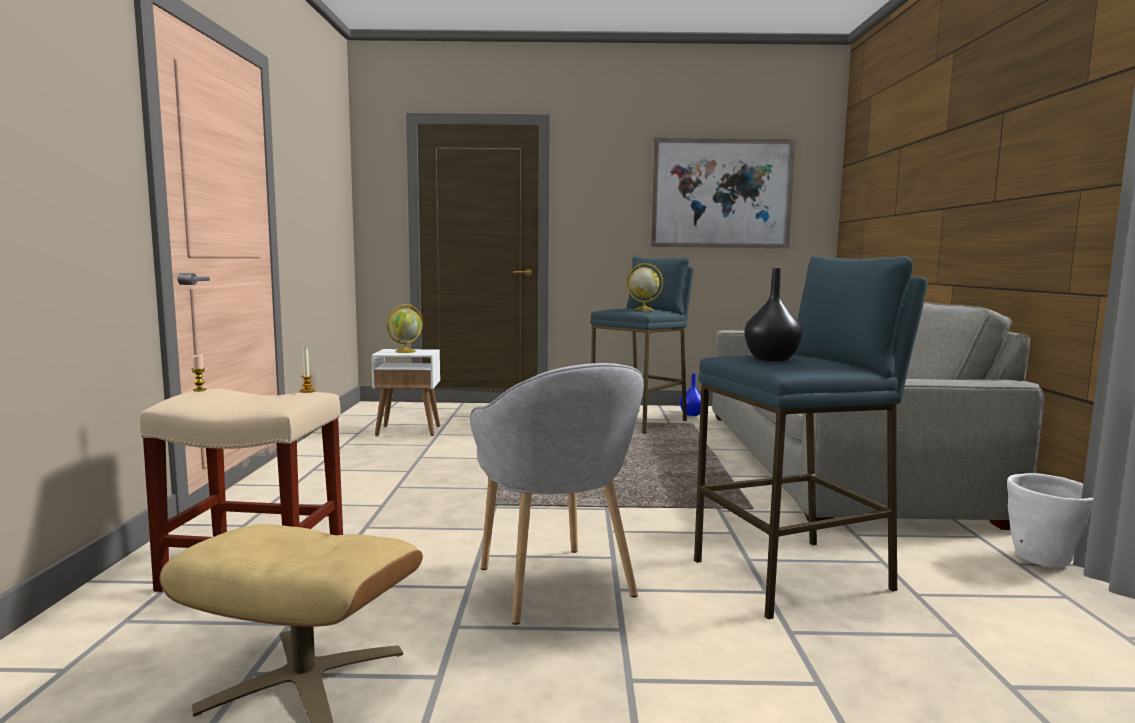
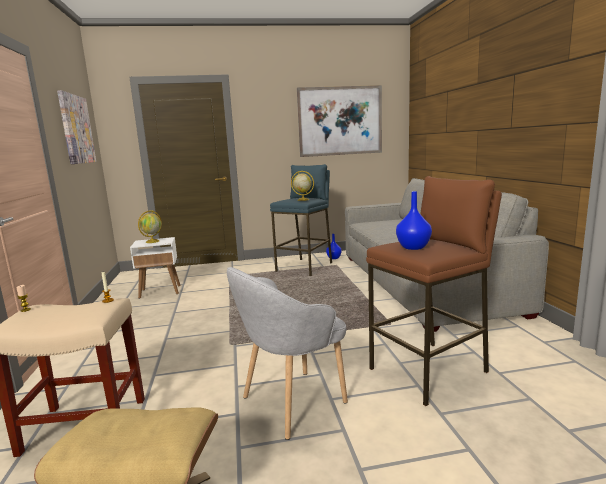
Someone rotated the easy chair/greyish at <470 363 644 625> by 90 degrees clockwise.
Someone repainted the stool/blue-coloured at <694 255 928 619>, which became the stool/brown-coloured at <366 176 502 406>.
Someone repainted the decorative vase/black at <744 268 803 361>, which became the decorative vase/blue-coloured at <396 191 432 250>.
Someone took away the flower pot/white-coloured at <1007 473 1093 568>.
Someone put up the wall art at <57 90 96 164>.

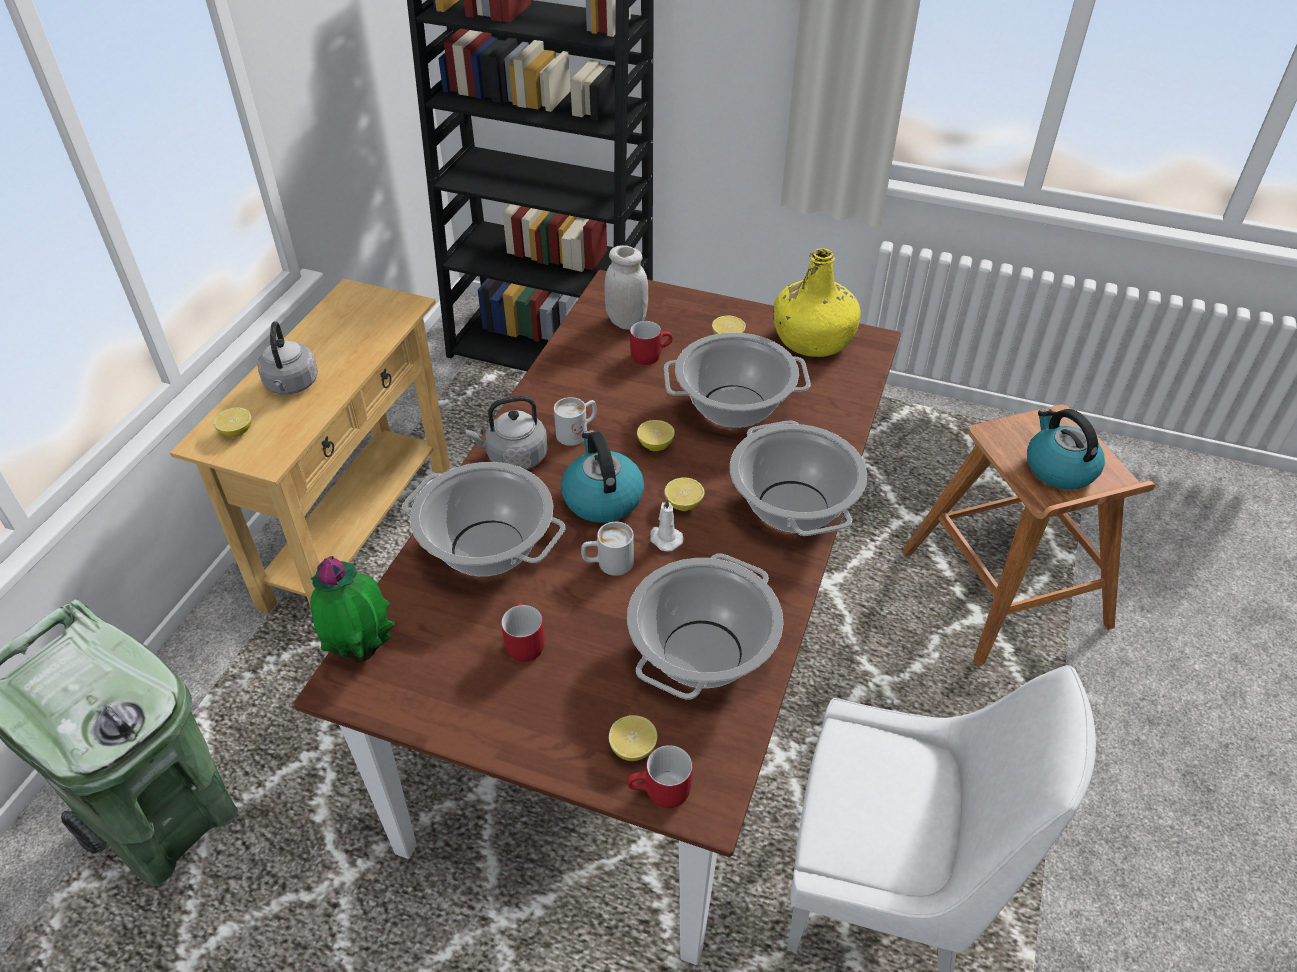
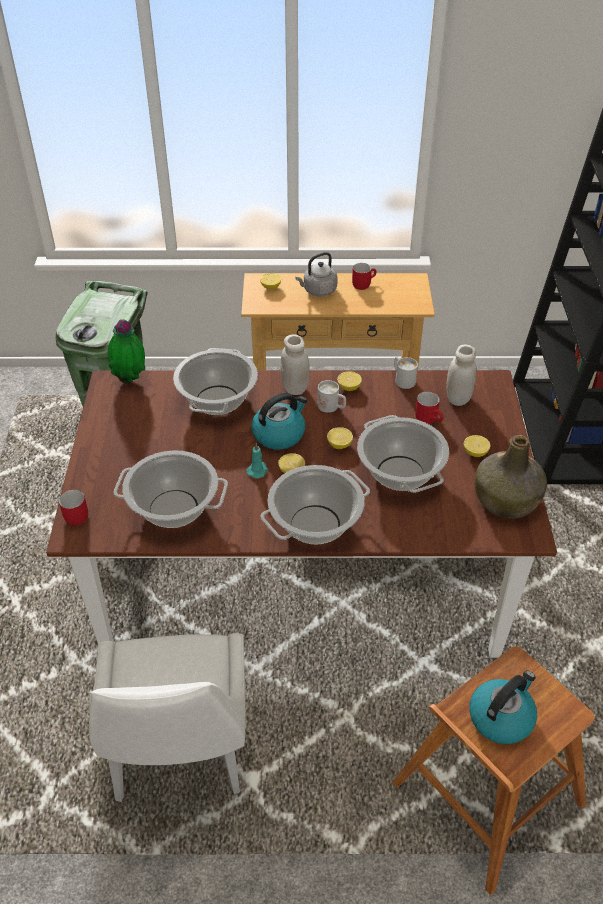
Someone swapped the tea kettle/greyish at <465 396 548 470> for the storage jar/white-coloured at <280 334 310 395>.
Someone carried the coffee mug/reddish from <501 603 545 662> to <352 263 376 290>.
Someone carried the coffee mug/white-coloured from <581 522 634 576> to <394 357 418 389>.
Someone carried the citrus fruit from <609 715 657 761> to <337 371 362 391>.
Someone repainted the wax candle/white-coloured at <650 498 684 551>, which became the wax candle/blue-green at <246 443 268 479>.
Someone repainted the bottle/yellow at <773 248 861 357>, which became the bottle/greenish at <475 435 547 519>.

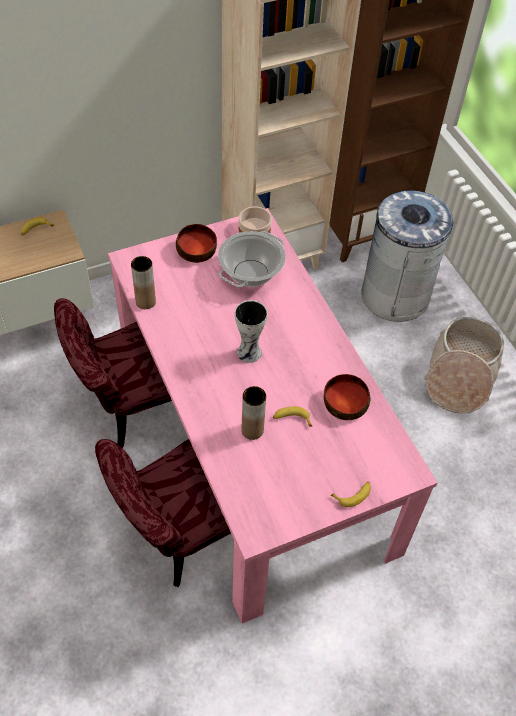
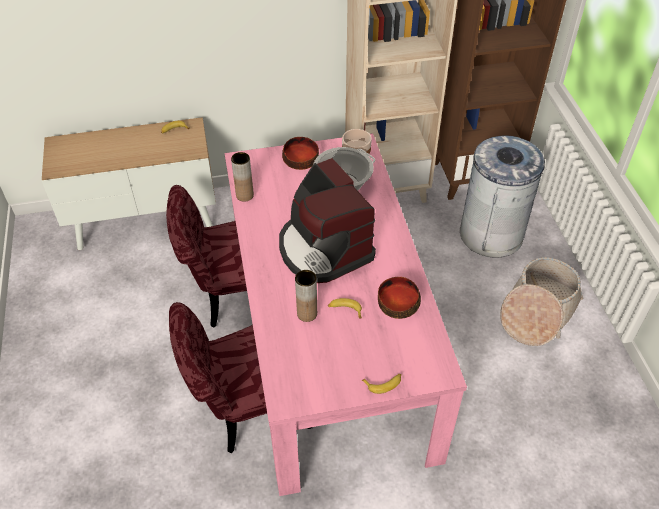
Someone swapped the decorative vase at <235 300 268 363> for the coffee brewer at <279 158 376 283>.

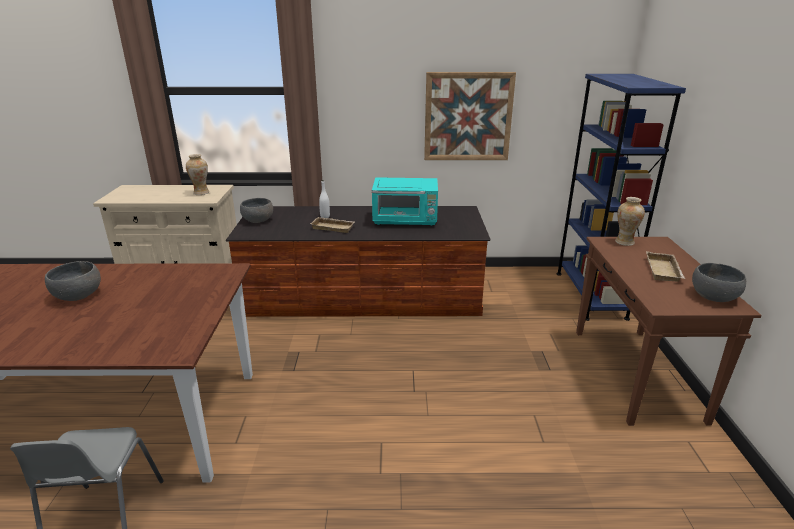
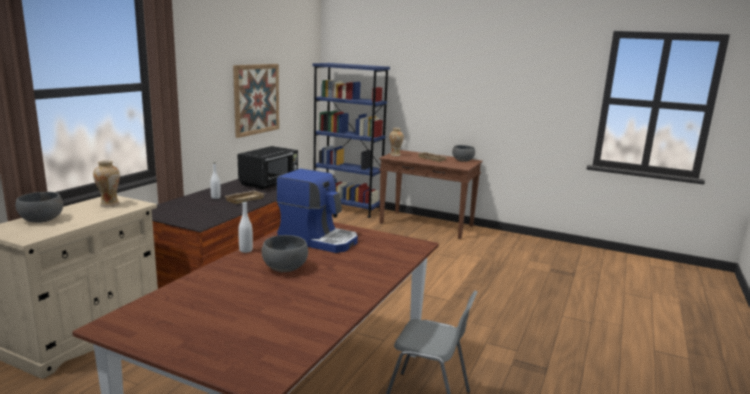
Someone carried the bowl/greyish from <240 198 273 223> to <15 192 63 223>.
Someone repainted the microwave oven/blue-green at <372 177 438 226>, which became the microwave oven/black at <237 146 298 190>.
Someone put down the bottle/white-coloured at <238 200 253 253>.
Someone put down the coffee brewer at <277 169 358 253>.

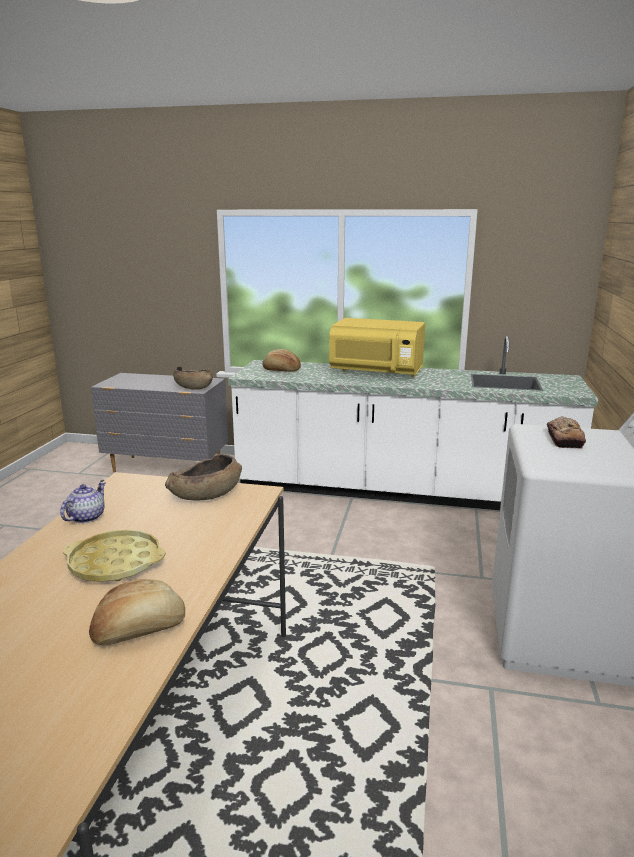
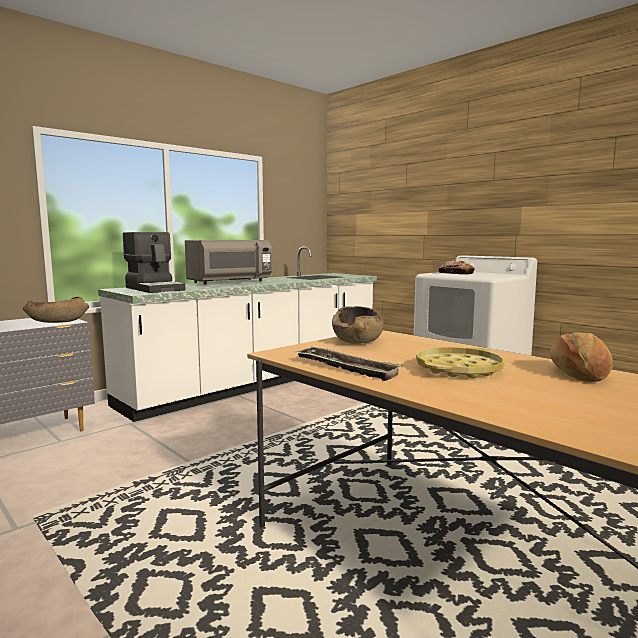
Someone swapped the teapot at <60 482 106 523> for the serving tray at <294 347 403 381>.
Someone swapped the bakery bread at <262 349 301 372> for the coffee brewer at <123 232 185 293>.
Someone repainted the microwave oven/yellow at <329 318 425 377>, which became the microwave oven/greyish at <185 240 272 285>.

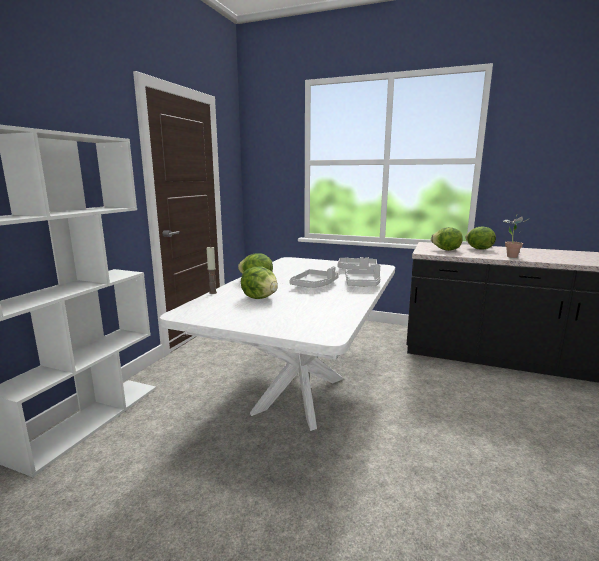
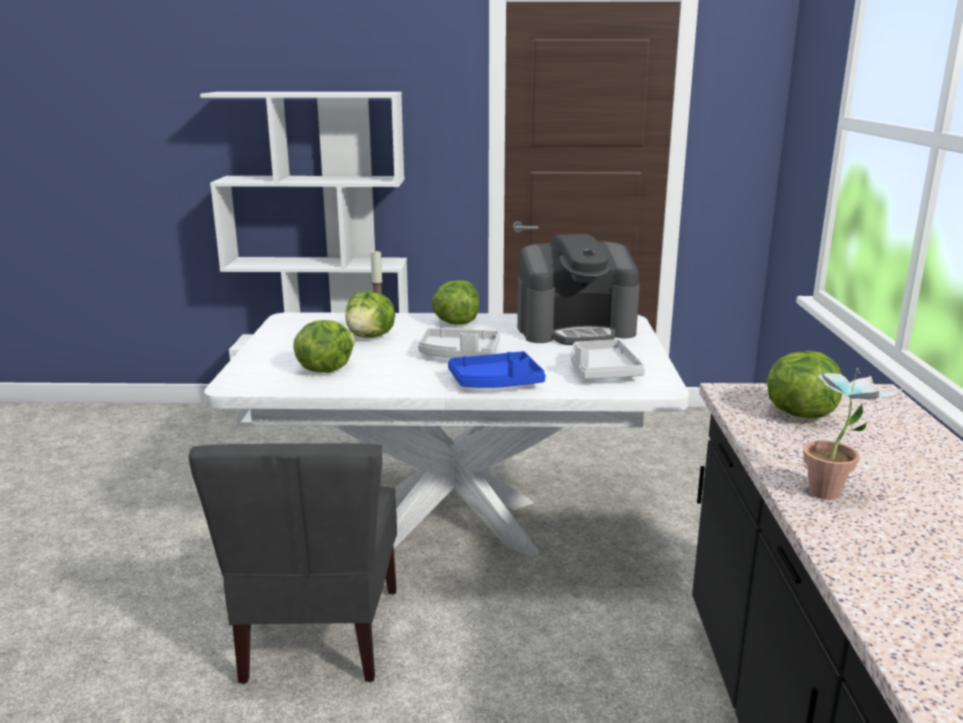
Someone repainted the serving tray/greyish at <345 264 381 287>, which became the serving tray/blue-coloured at <448 351 546 388>.
Someone carried the lettuce head from <465 227 496 250> to <293 320 355 373>.
Someone put down the upright chair/greyish at <188 443 397 684>.
Someone put down the coffee brewer at <517 234 640 345>.

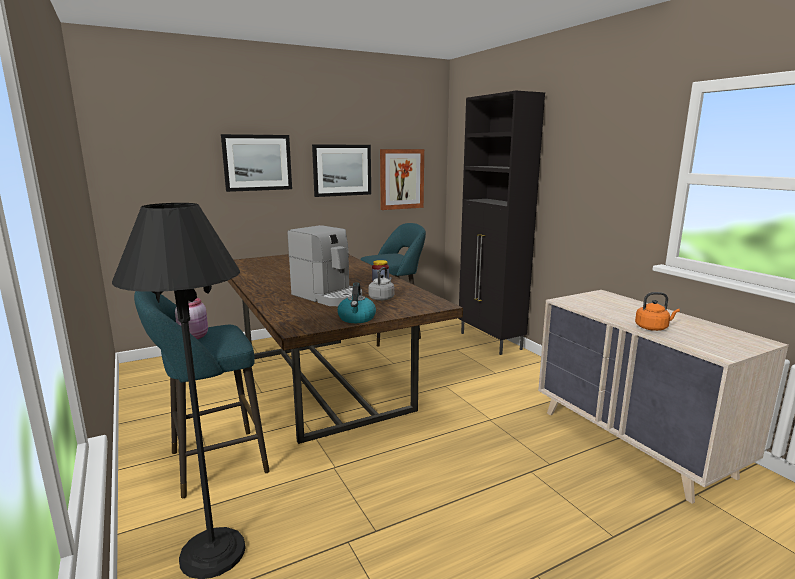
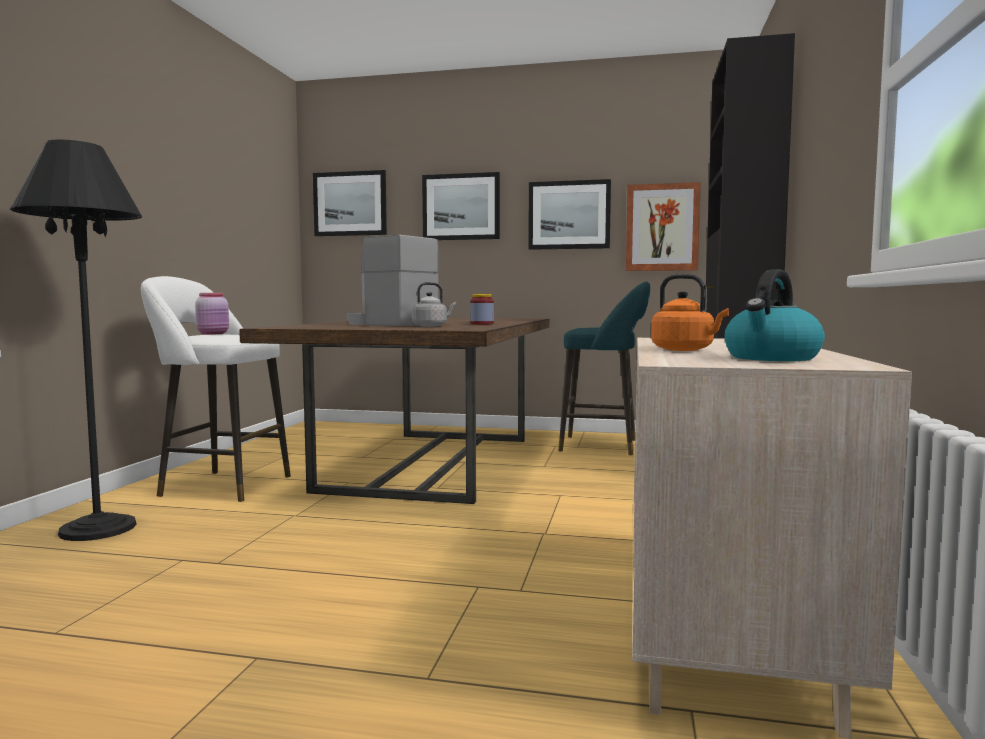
Someone repainted the stool/blue-green at <134 291 270 498>, which became the stool/white-coloured at <141 276 291 502>.
Someone rotated the coffee brewer at <288 225 362 306> by 135 degrees clockwise.
Someone carried the tea kettle from <338 283 376 323> to <724 269 825 361>.
Someone put up the wall art at <313 170 387 236>.

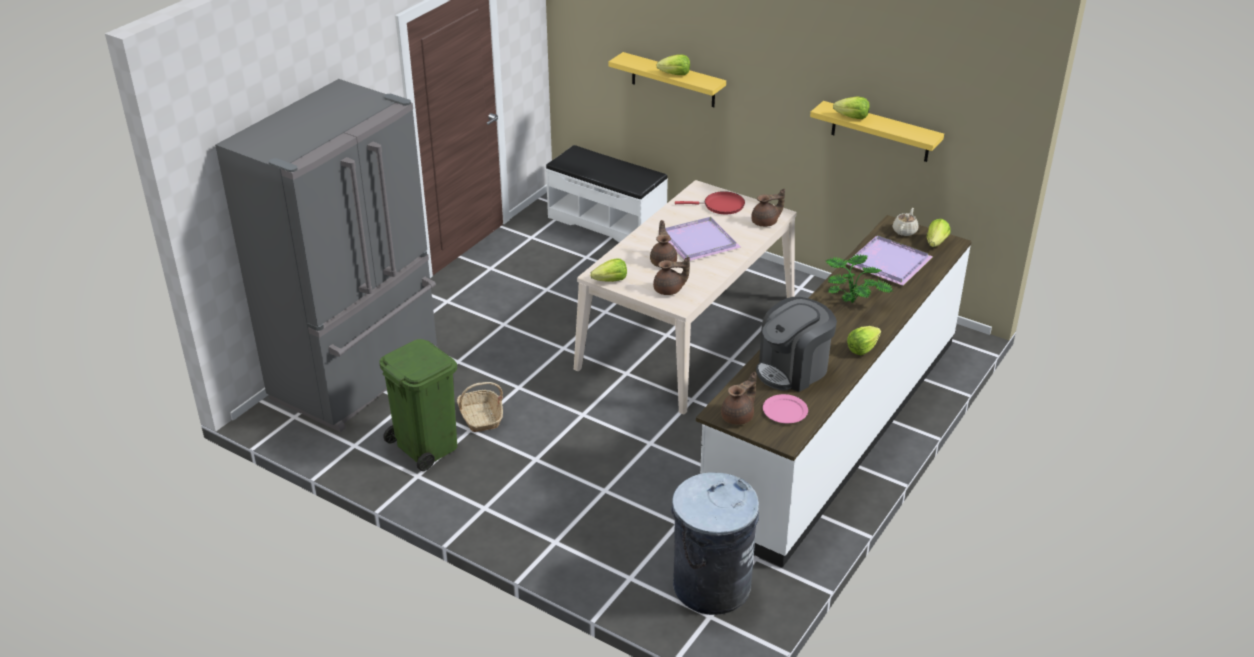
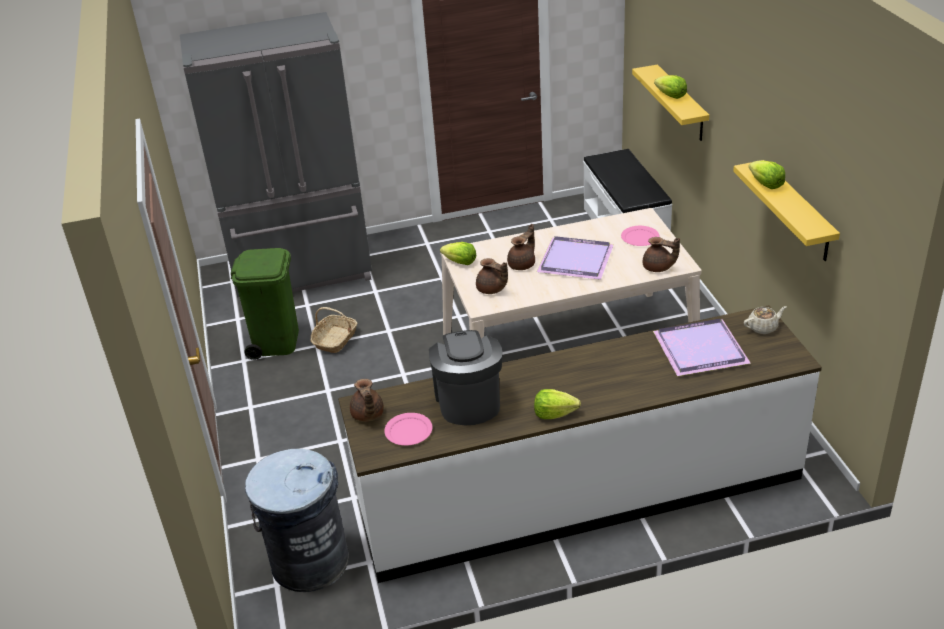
Someone swapped the pan/reddish at <675 191 745 214> for the plate/pink at <621 226 659 246>.
Someone rotated the teapot/brown-coloured at <721 371 757 425> by 75 degrees clockwise.
Someone rotated the coffee brewer at <756 297 837 392> by 75 degrees clockwise.
Someone took away the potted plant at <826 254 893 303>.
Someone took away the lettuce head at <927 219 951 247>.

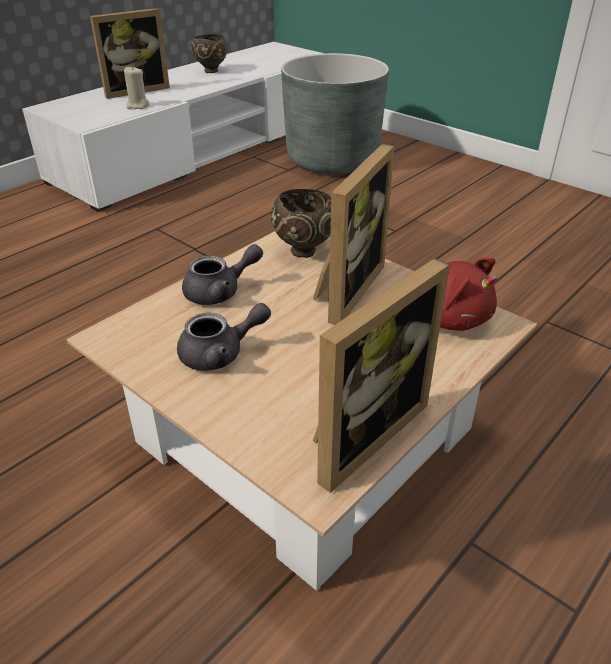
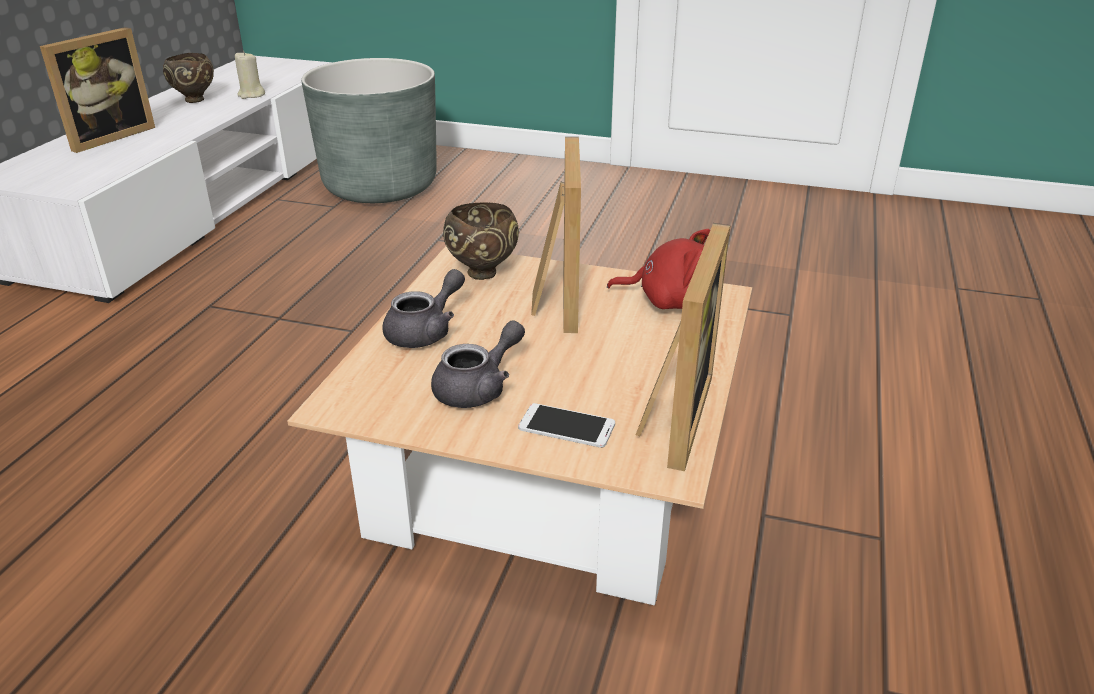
Someone carried the wax candle/beige-coloured from <124 66 149 109> to <235 51 265 99>.
Someone put down the phone at <518 403 615 448>.

